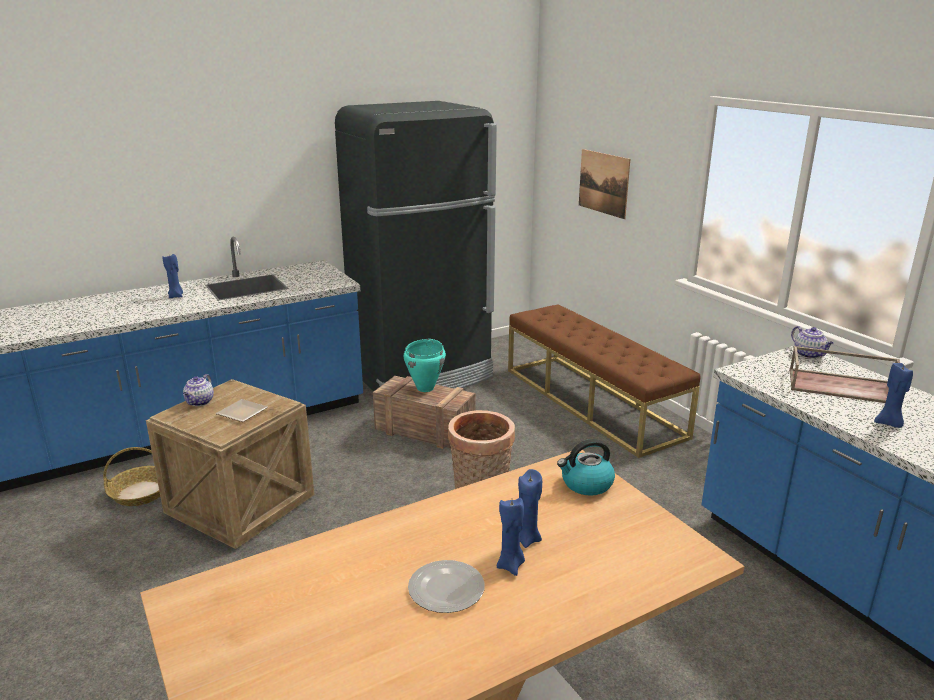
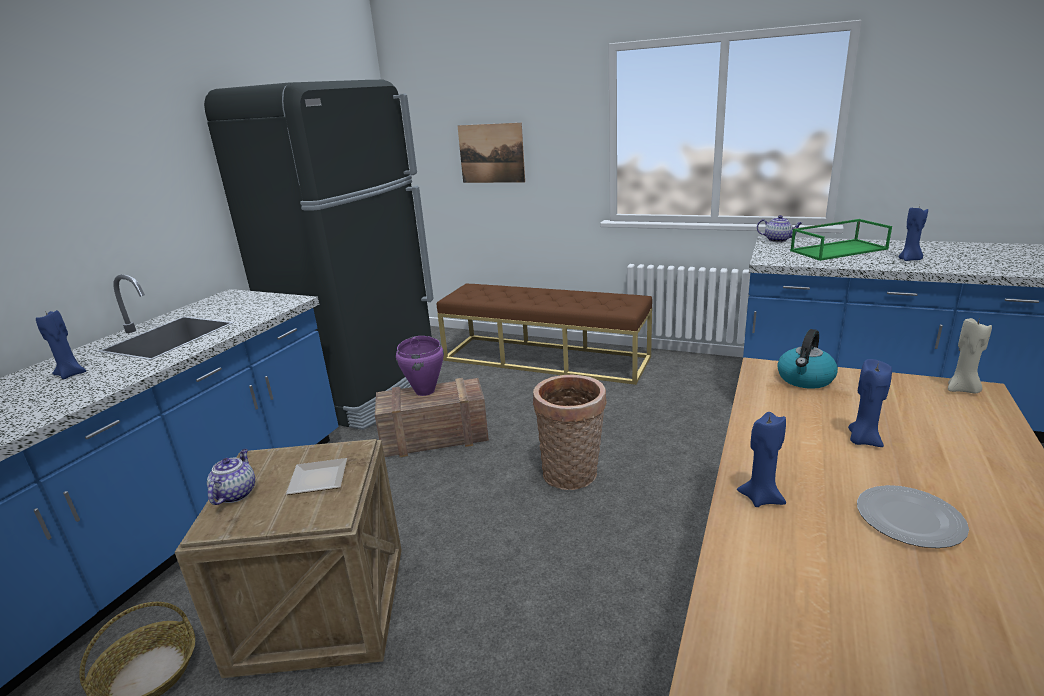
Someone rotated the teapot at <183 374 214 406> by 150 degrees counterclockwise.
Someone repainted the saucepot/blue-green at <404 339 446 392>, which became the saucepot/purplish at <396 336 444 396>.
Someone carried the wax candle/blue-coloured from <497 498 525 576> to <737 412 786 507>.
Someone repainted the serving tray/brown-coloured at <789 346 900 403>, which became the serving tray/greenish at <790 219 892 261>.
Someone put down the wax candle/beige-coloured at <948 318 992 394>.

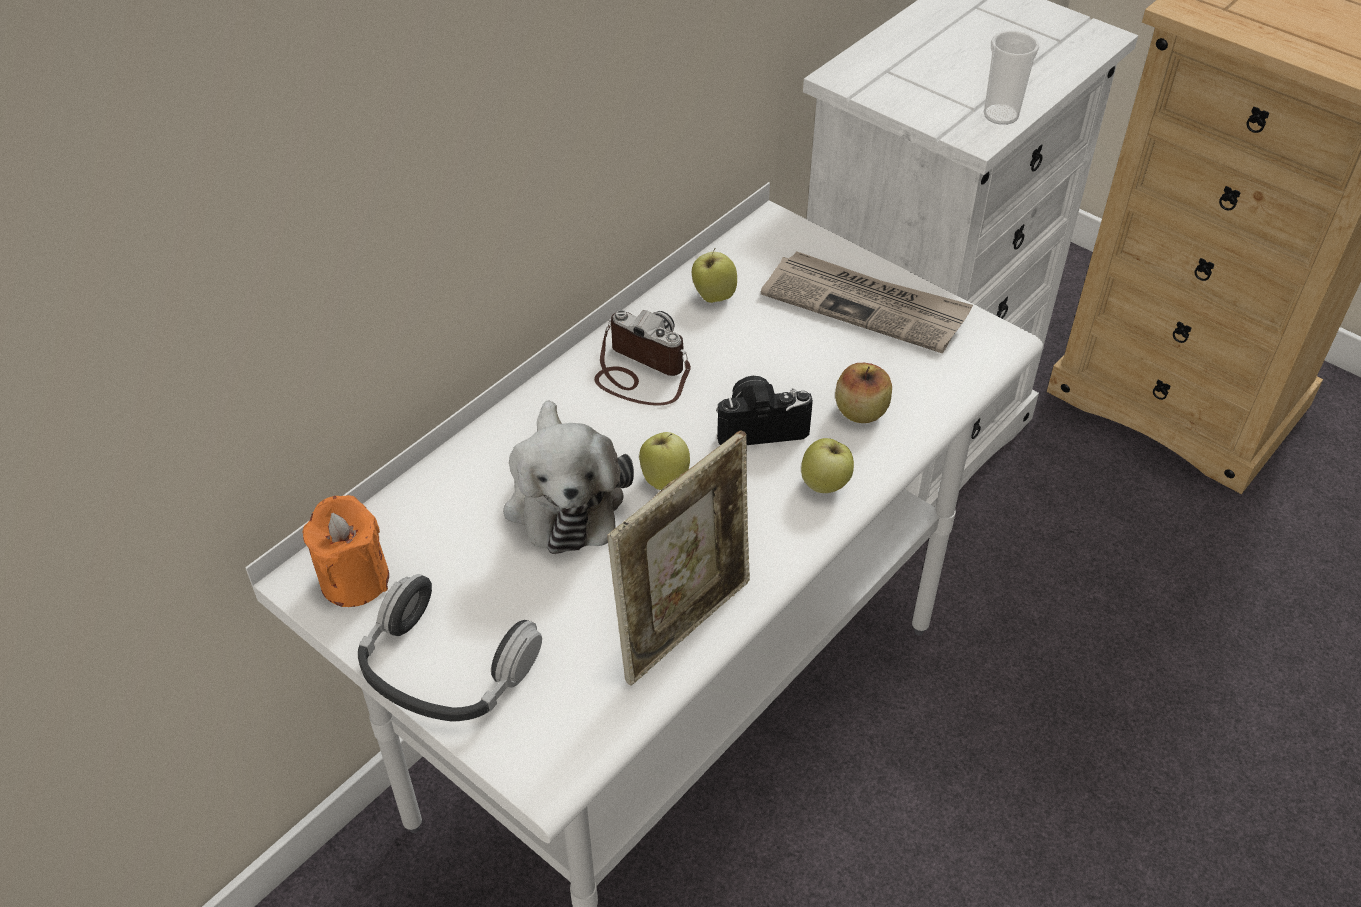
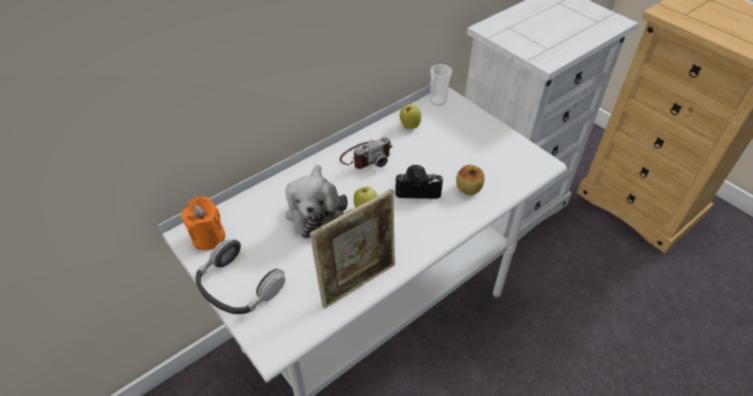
Someone rotated the photo camera at <594 310 691 406> by 105 degrees clockwise.
Someone took away the printed paper at <761 251 973 353>.
Someone took away the apple fruit at <801 438 854 493>.
Someone carried the small cup from <983 31 1039 125> to <430 64 452 106>.

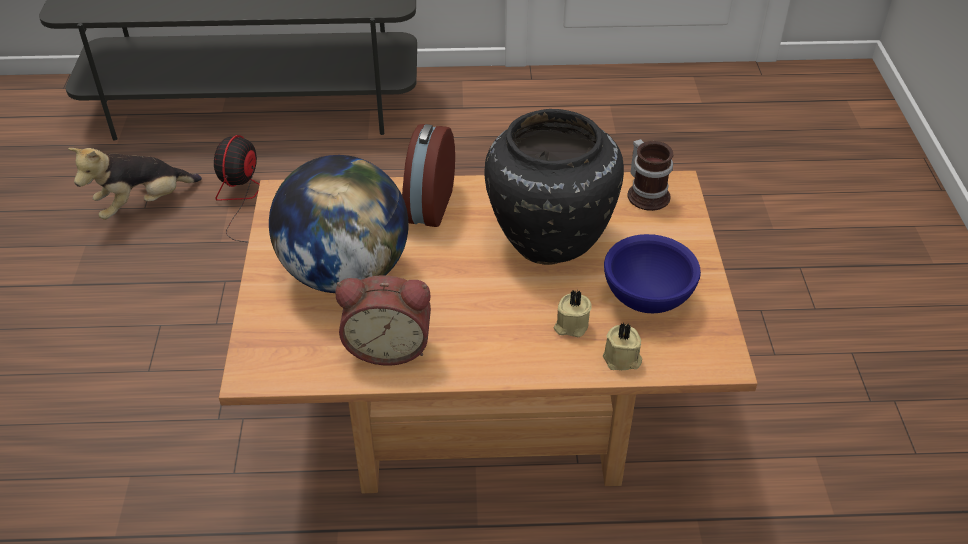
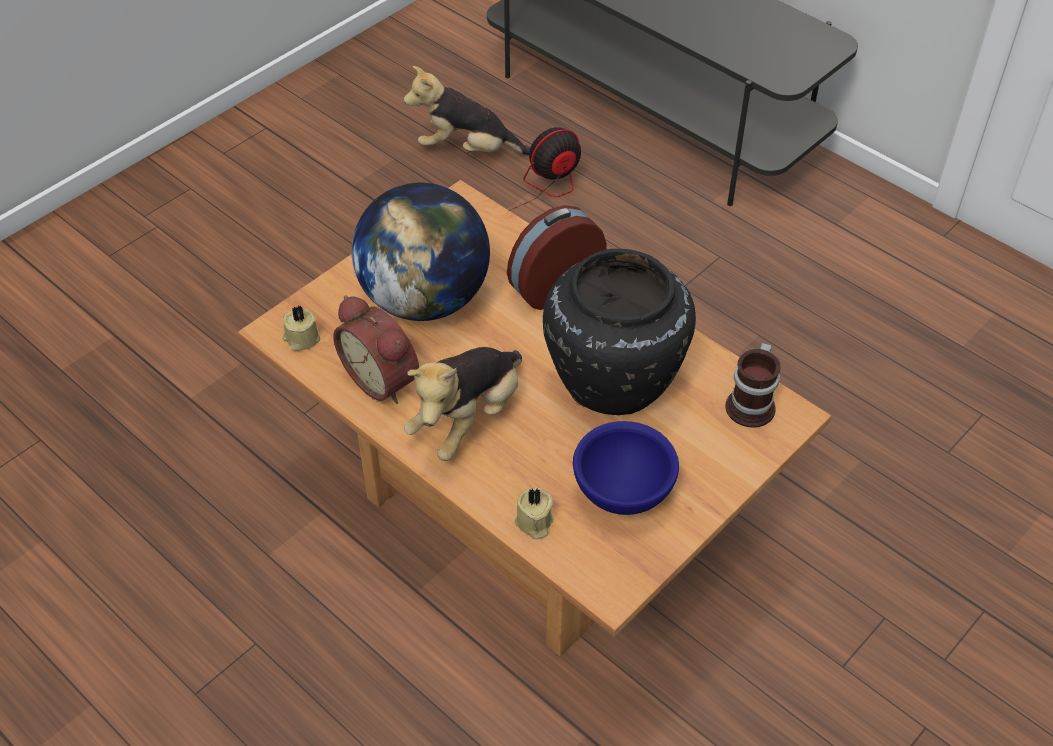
Someone carried the wax candle/beige-coloured from <554 290 592 337> to <282 305 320 351>.
Someone put down the soft toy at <404 347 522 461>.

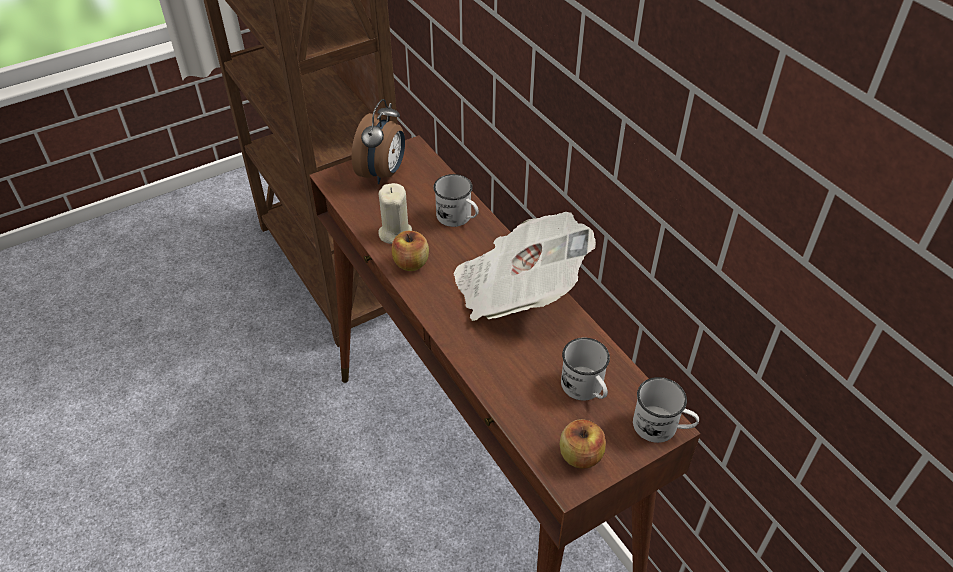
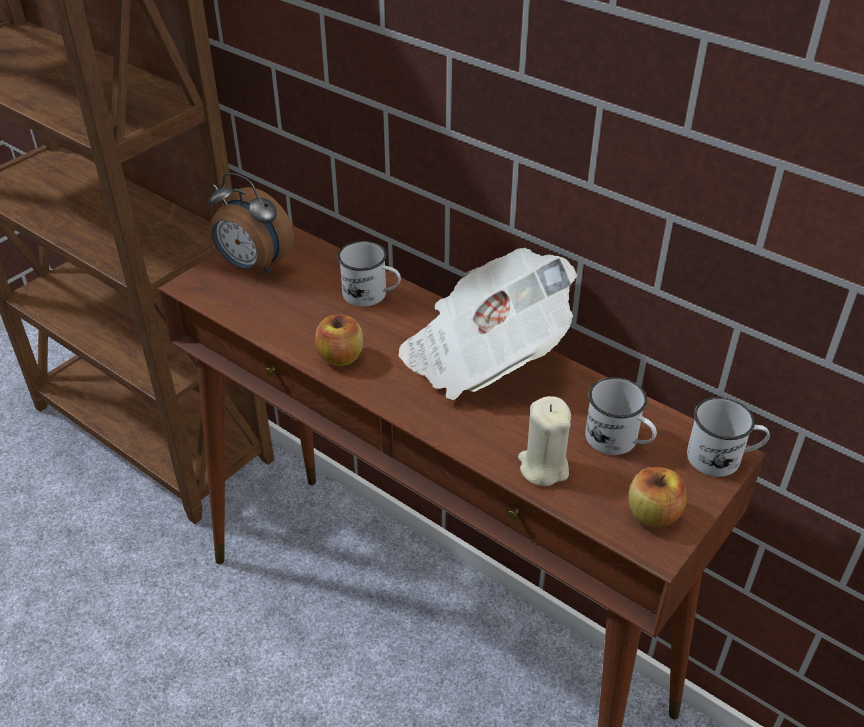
Someone rotated the bedside clock at <351 99 405 184> by 120 degrees clockwise.
Someone carried the wax candle/beige-coloured from <378 183 412 244> to <518 396 571 486>.

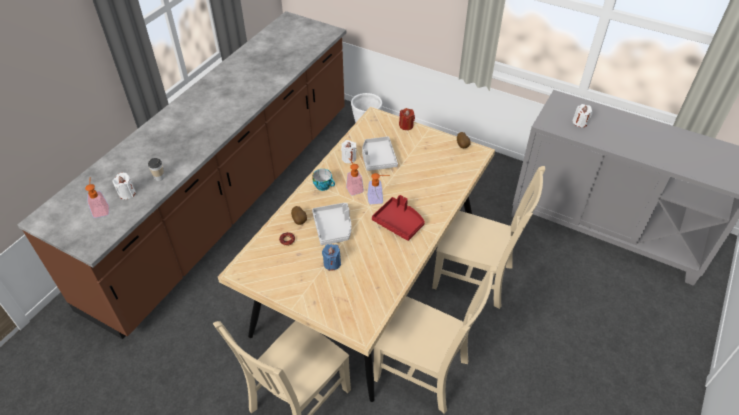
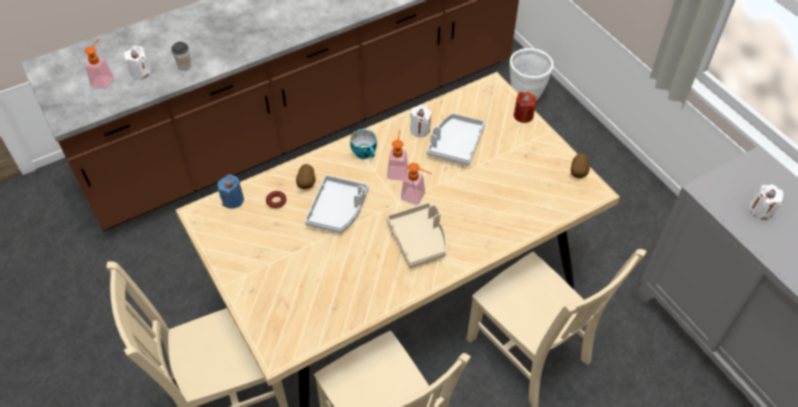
Someone carried the wax candle/blue-coloured from <322 244 341 271> to <218 175 244 208>.
Someone repainted the serving tray/reddish at <372 195 425 241>, which became the serving tray/beige-coloured at <386 203 447 268>.

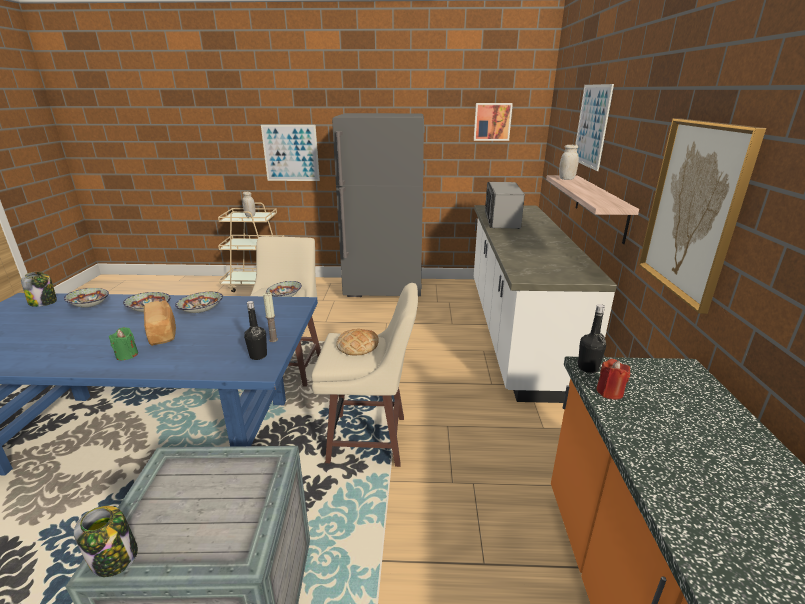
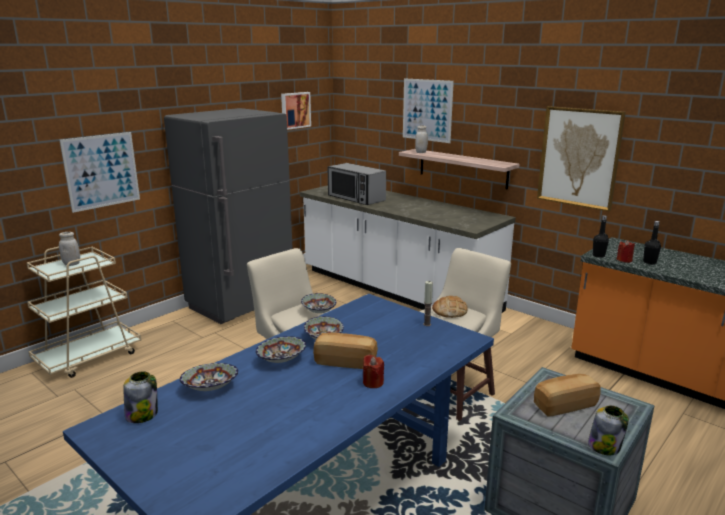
Someone repainted the wax candle/greenish at <109 327 138 361>, which became the wax candle/reddish at <363 354 384 388>.
Someone carried the bottle/black from <244 301 267 360> to <643 221 661 264>.
Someone put down the bakery bread at <534 374 601 417>.

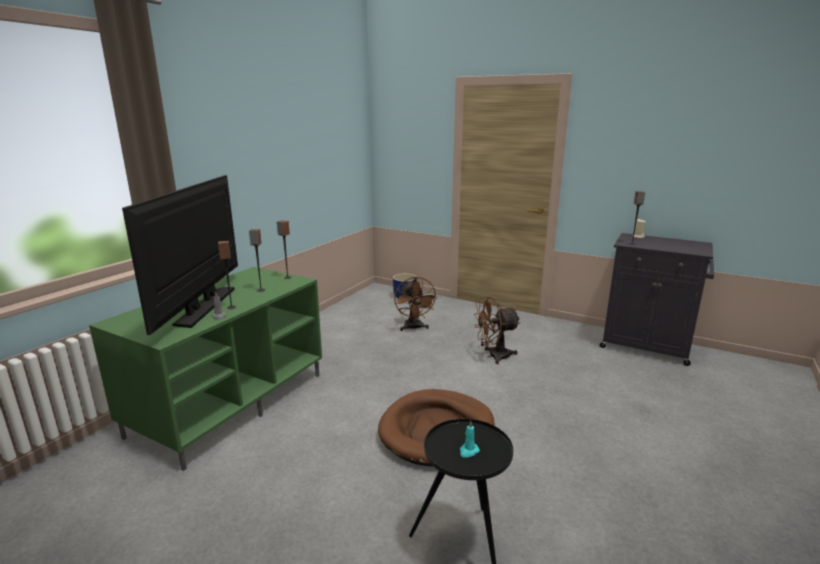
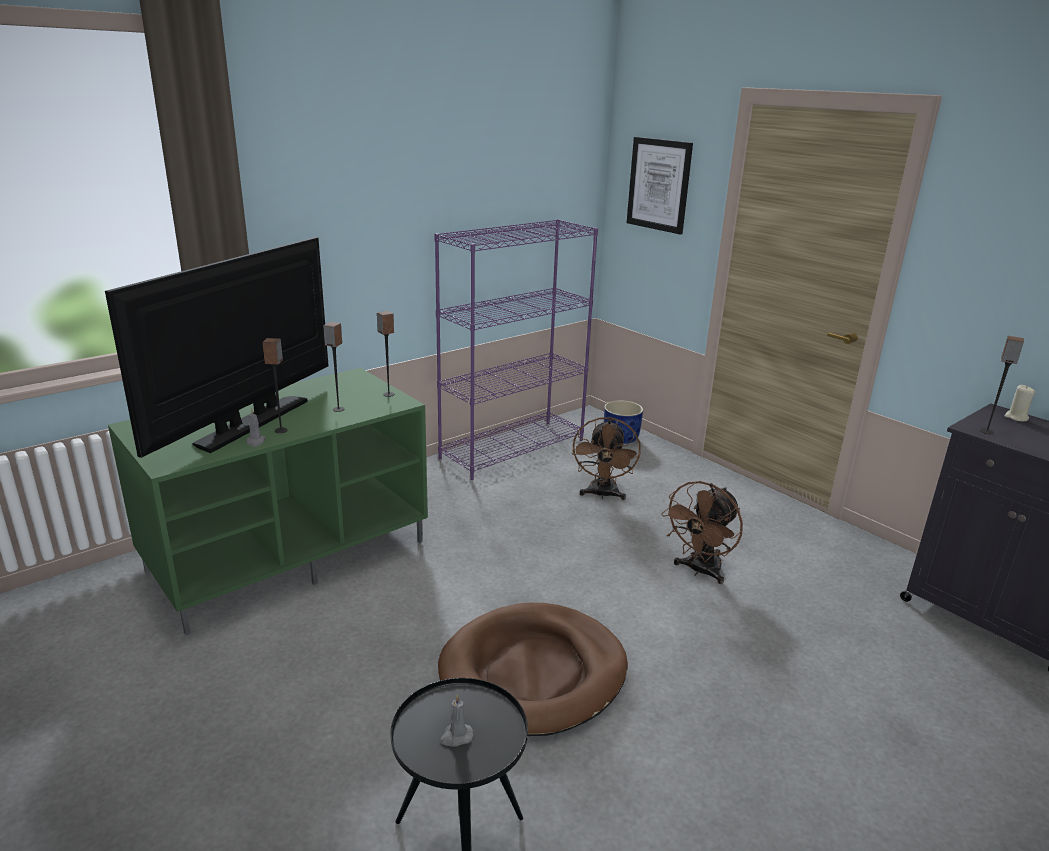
Someone repainted the wax candle/blue-green at <460 421 480 458>, which became the wax candle/greyish at <440 694 474 747>.
Someone rotated the cooling fan/brown-coloured at <474 297 520 364> by 60 degrees counterclockwise.
Someone put down the shelving unit/purplish at <434 219 598 480>.
Someone put up the wall art at <627 137 693 235>.

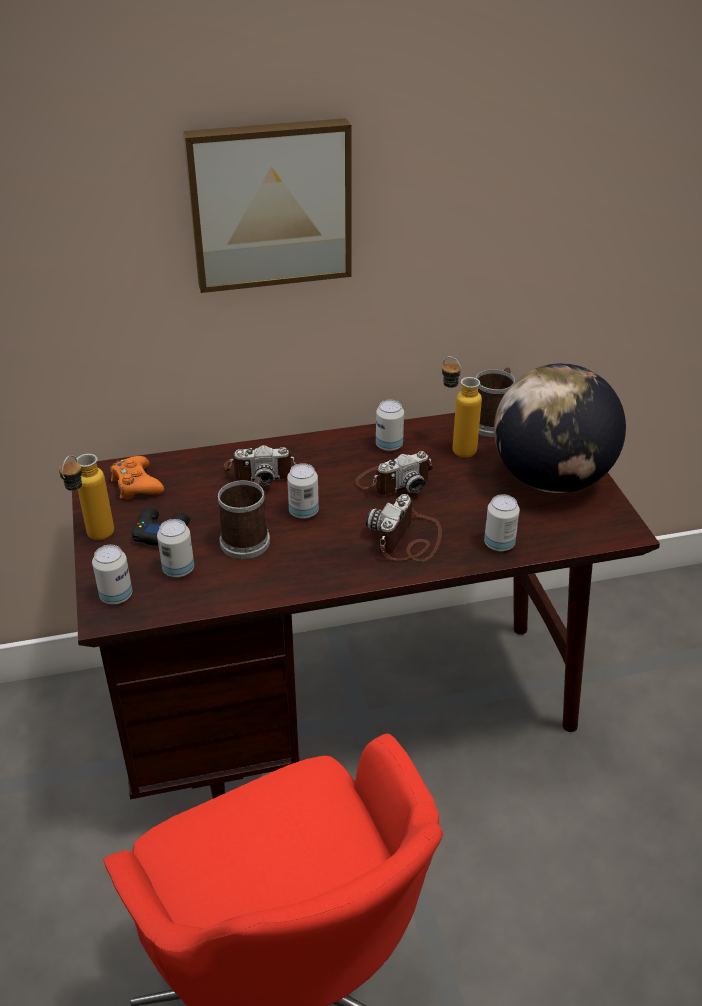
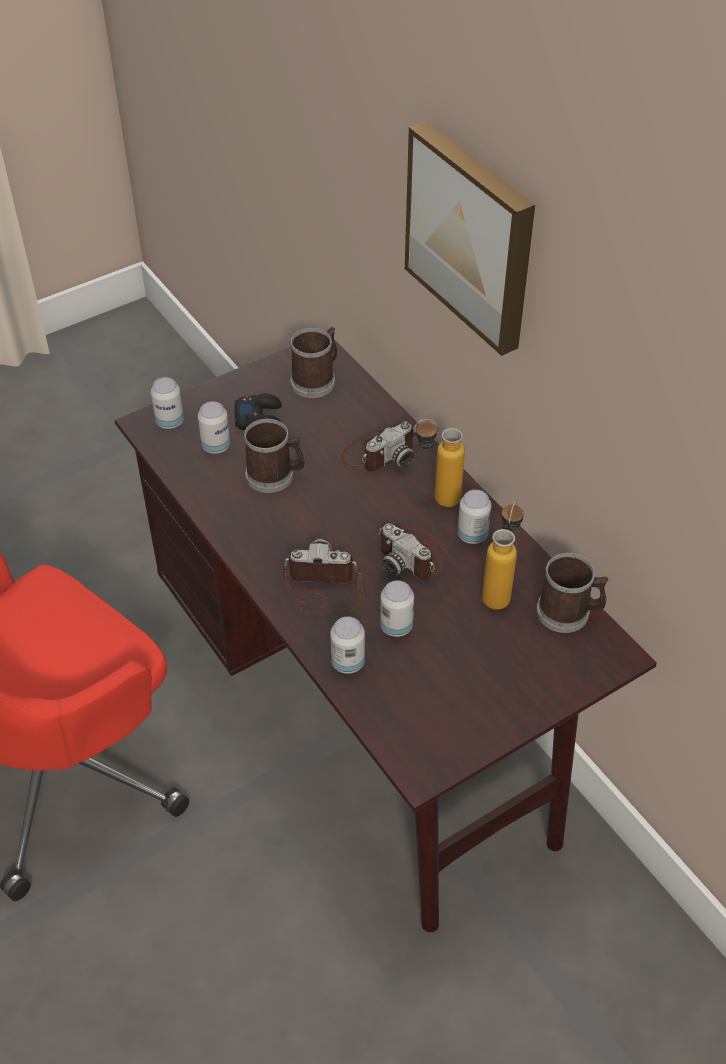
Someone carried the bottle from <59 454 114 540> to <414 419 465 507>.
Someone swapped the gamepad/orange-coloured at <110 456 164 499> for the coffee mug at <290 327 337 398>.
Someone rotated the photo camera at <224 445 296 486> by 105 degrees counterclockwise.
Someone carried the can from <287 463 319 519> to <380 580 414 637>.
Someone took away the desk globe at <494 363 626 493>.

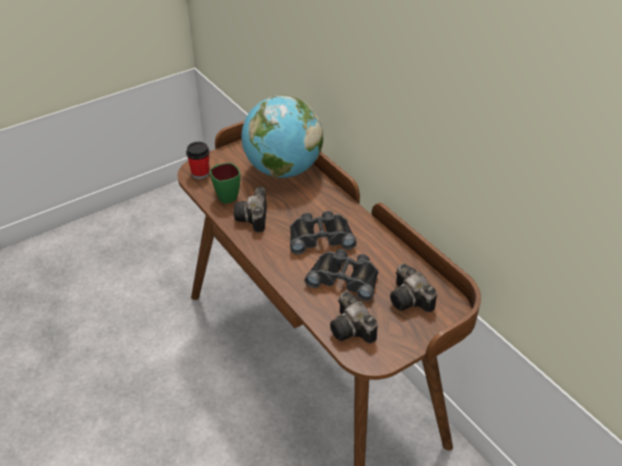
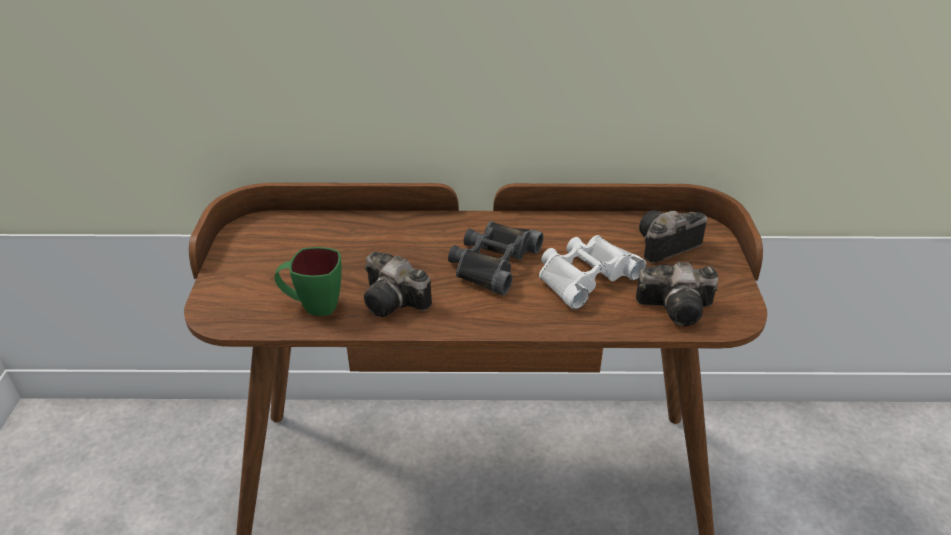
Someone took away the small cup at <186 142 210 179>.
Someone took away the desk globe at <242 95 323 178>.
Someone repainted the pair of binoculars/black at <304 249 379 301>, which became the pair of binoculars/white-coloured at <539 235 647 309>.
Someone rotated the photo camera at <390 263 437 313> by 150 degrees clockwise.

